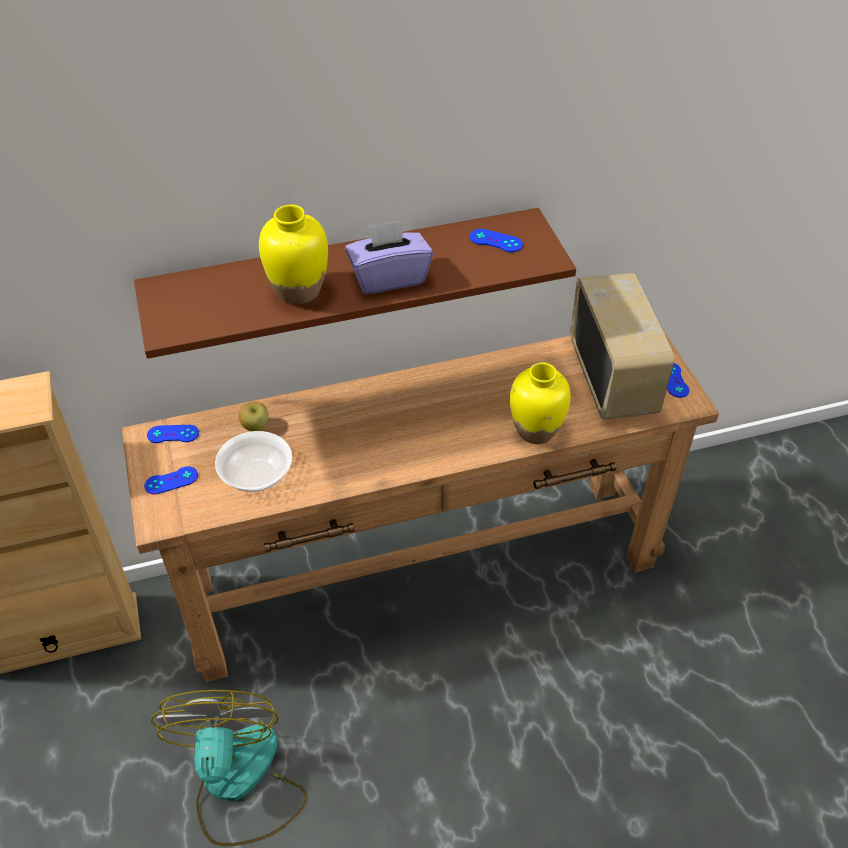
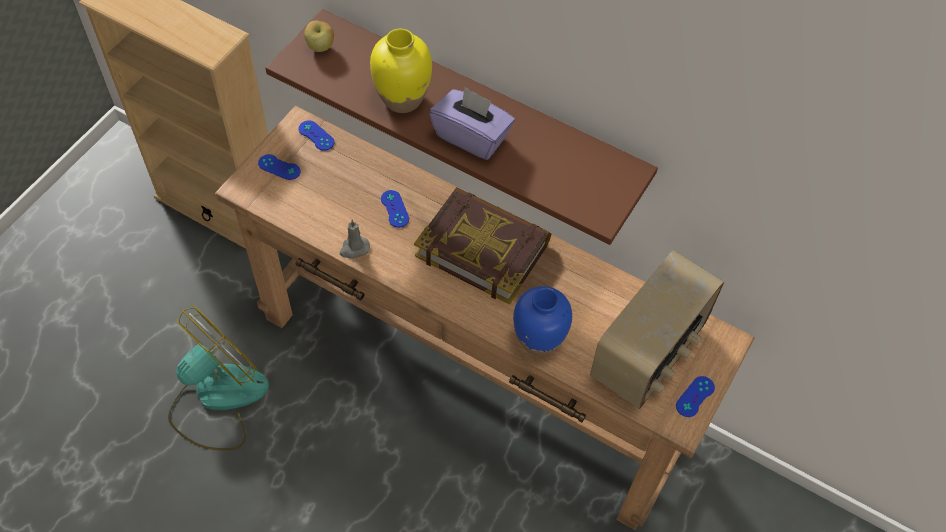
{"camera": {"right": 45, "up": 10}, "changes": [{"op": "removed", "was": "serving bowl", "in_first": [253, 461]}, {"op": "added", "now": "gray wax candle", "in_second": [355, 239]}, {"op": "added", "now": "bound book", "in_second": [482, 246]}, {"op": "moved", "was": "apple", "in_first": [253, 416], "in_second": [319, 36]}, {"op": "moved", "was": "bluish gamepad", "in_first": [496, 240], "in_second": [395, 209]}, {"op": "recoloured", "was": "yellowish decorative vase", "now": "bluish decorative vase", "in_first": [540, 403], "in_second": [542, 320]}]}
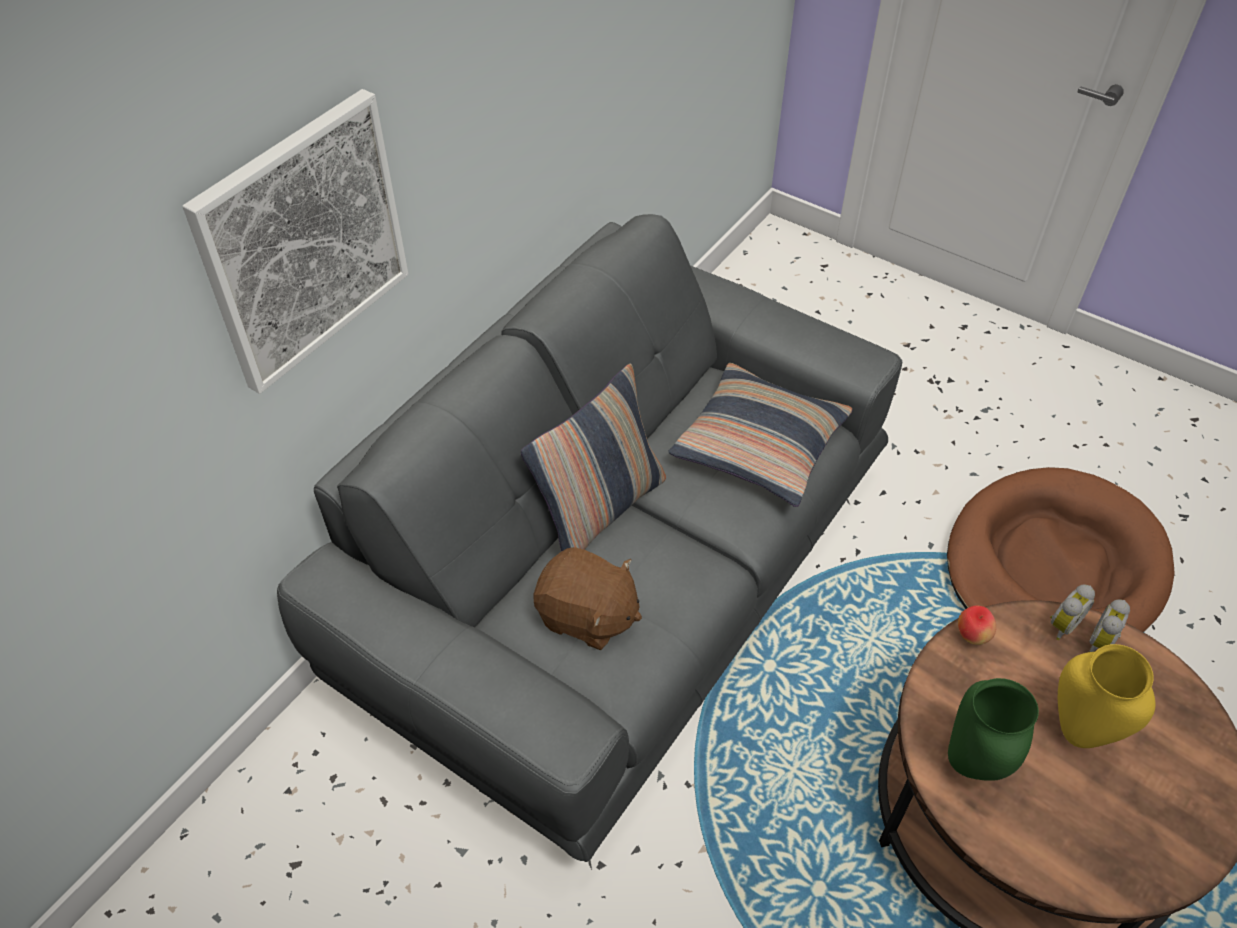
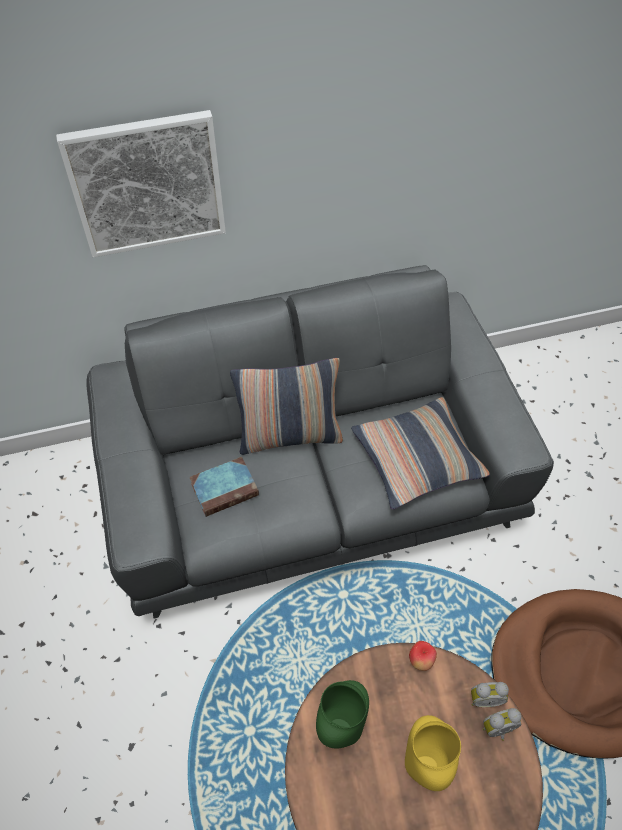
{"camera": {"right": 40, "up": 5}, "changes": [{"op": "replaced", "was": "brown-coloured soft toy", "now": "bound book", "in_first": [588, 598], "in_second": [224, 487]}]}
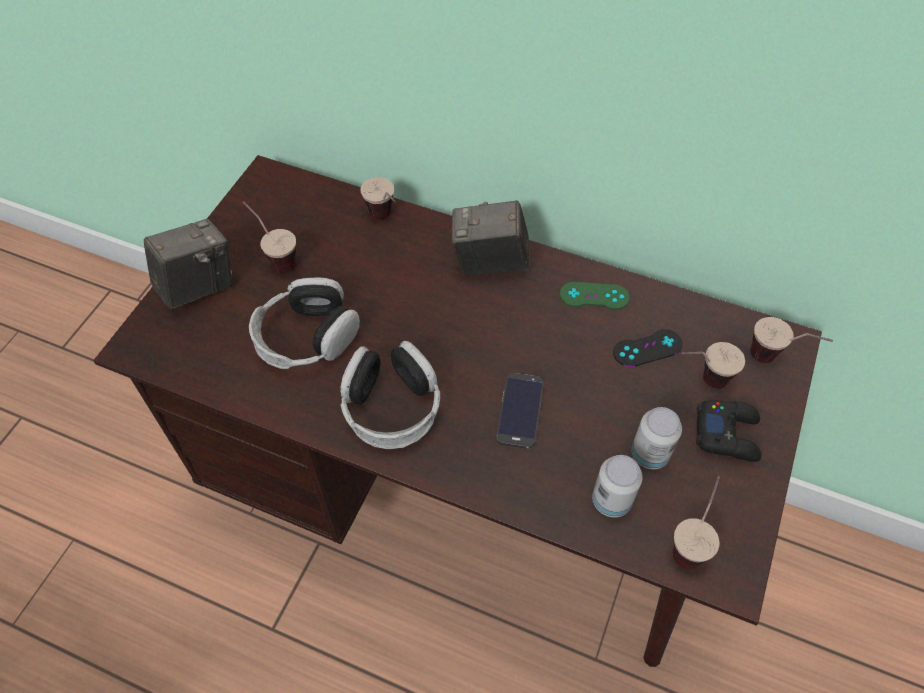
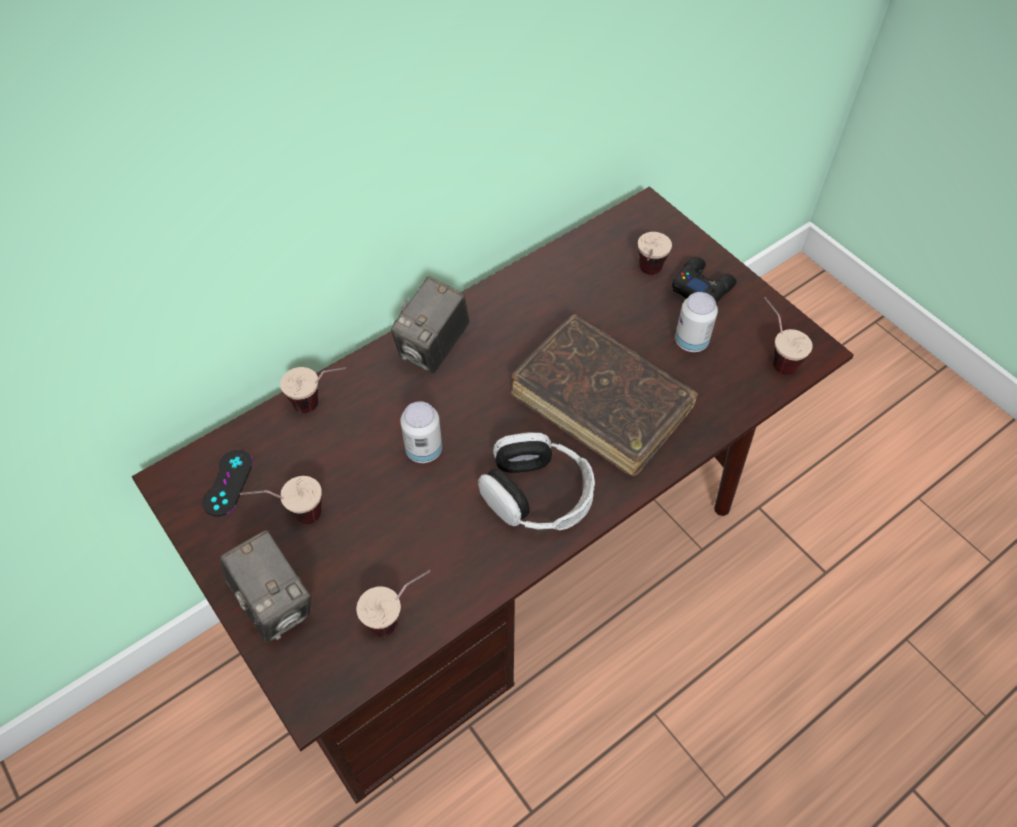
{"camera": {"right": -60, "up": 0}, "changes": [{"op": "removed", "was": "headphones", "in_first": [304, 323]}, {"op": "removed", "was": "green-coloured gamepad", "in_first": [595, 296]}, {"op": "moved", "was": "sealed can", "in_first": [617, 486], "in_second": [421, 432]}, {"op": "moved", "was": "blackish gamepad", "in_first": [648, 348], "in_second": [227, 483]}, {"op": "moved", "was": "drinking cup", "in_first": [791, 340], "in_second": [393, 603]}, {"op": "replaced", "was": "telephone", "now": "brown-coloured bound book", "in_first": [520, 410], "in_second": [604, 395]}, {"op": "turned", "was": "photo camera", "in_first": [188, 264], "in_second": [265, 586], "clockwise": 150}]}
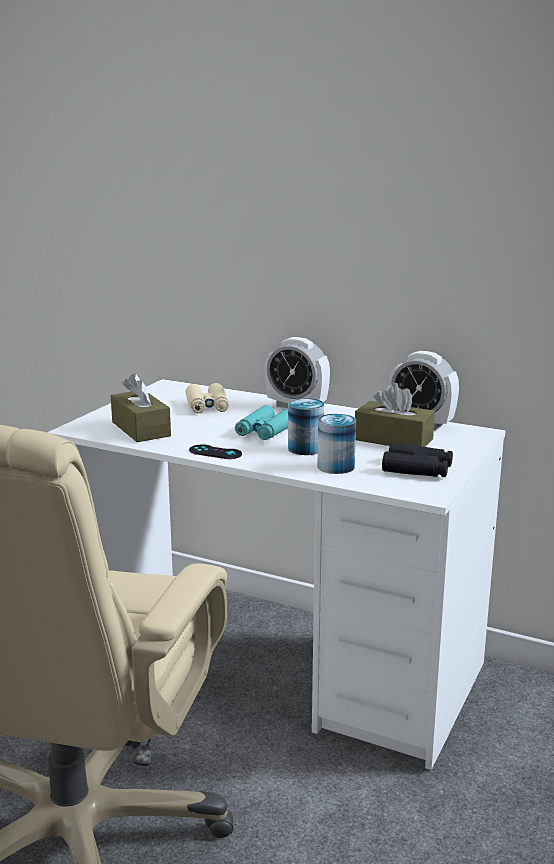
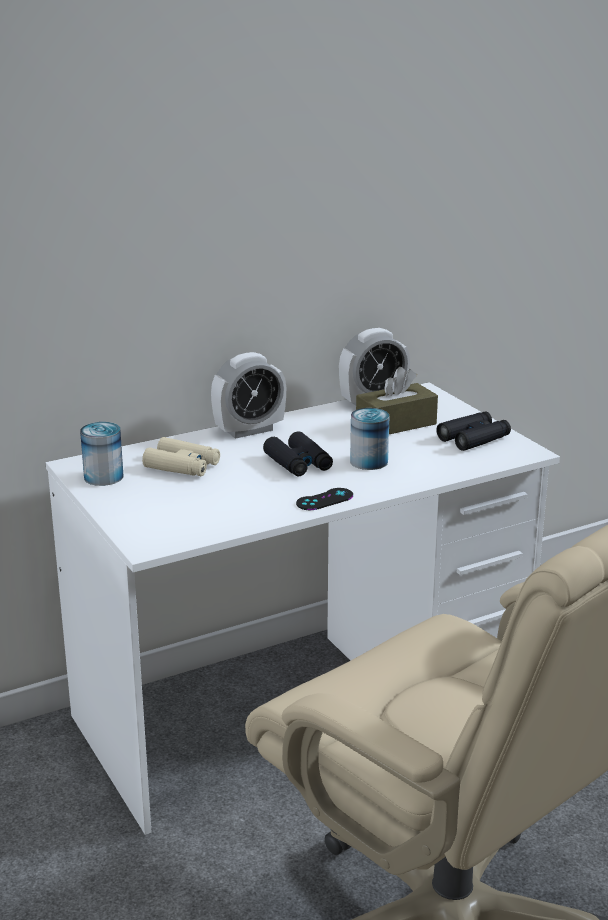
{"camera": {"right": -55, "up": 5}, "changes": [{"op": "removed", "was": "brown-coloured box of tissues", "in_first": [141, 407]}, {"op": "moved", "was": "sealed can", "in_first": [336, 444], "in_second": [102, 454]}, {"op": "recoloured", "was": "turquoise-coloured pair of binoculars", "now": "blackish pair of binoculars", "in_first": [261, 422], "in_second": [298, 453]}]}
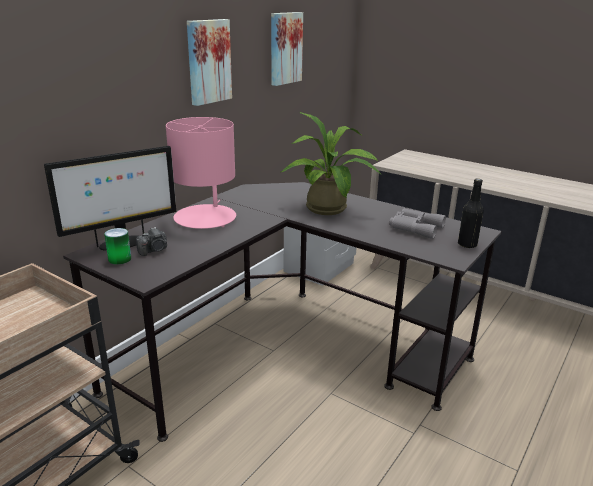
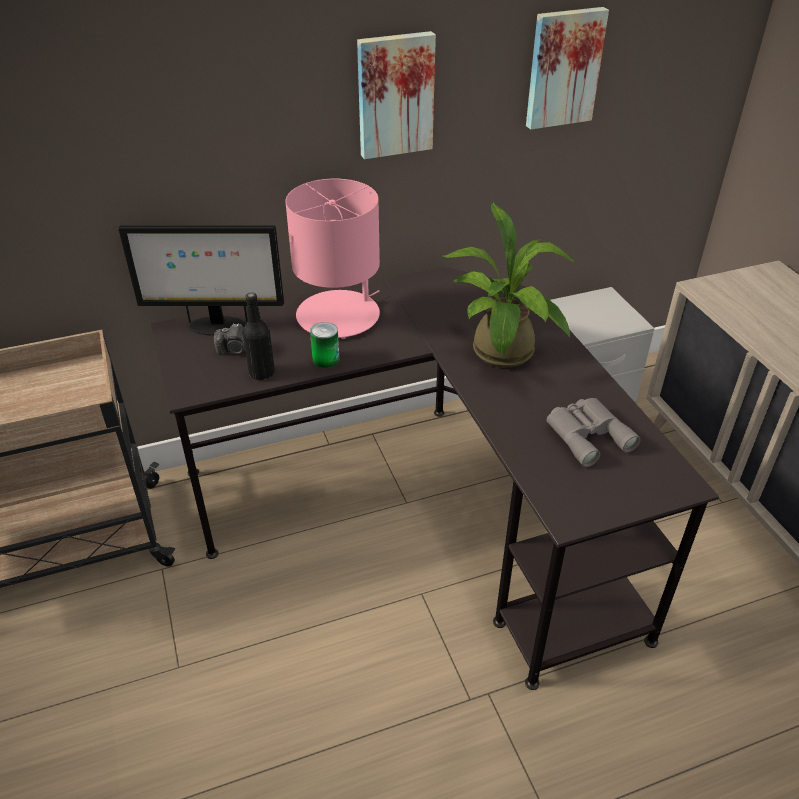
{"camera": {"right": 35, "up": 15}, "changes": [{"op": "moved", "was": "sealed can", "in_first": [117, 246], "in_second": [325, 345]}, {"op": "moved", "was": "blackish bottle", "in_first": [471, 213], "in_second": [259, 336]}]}
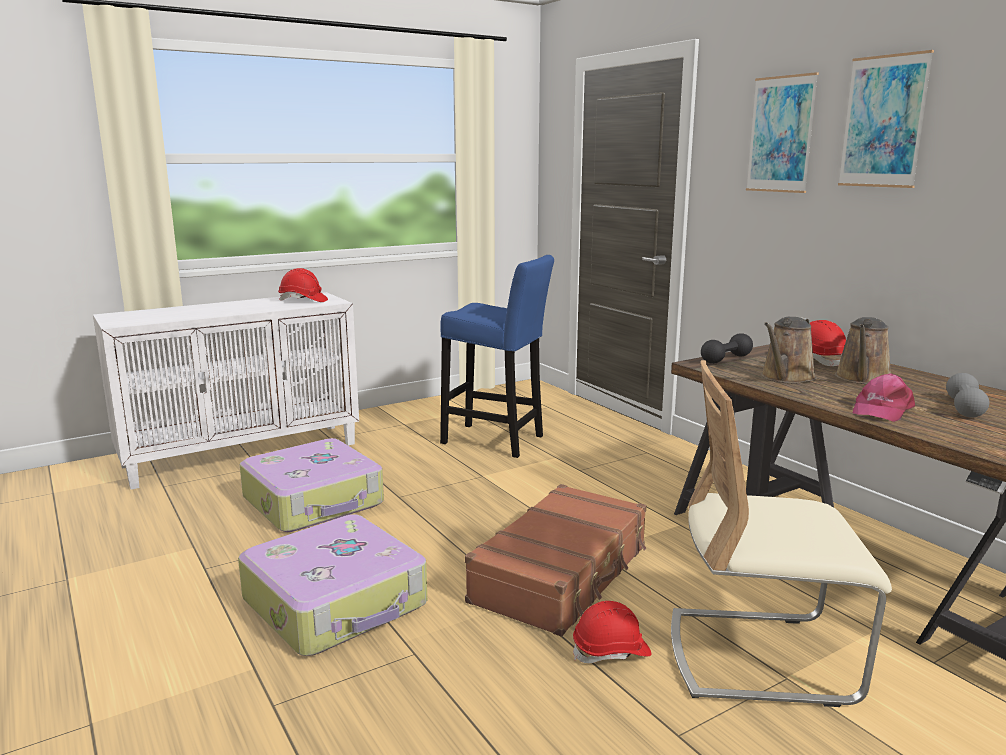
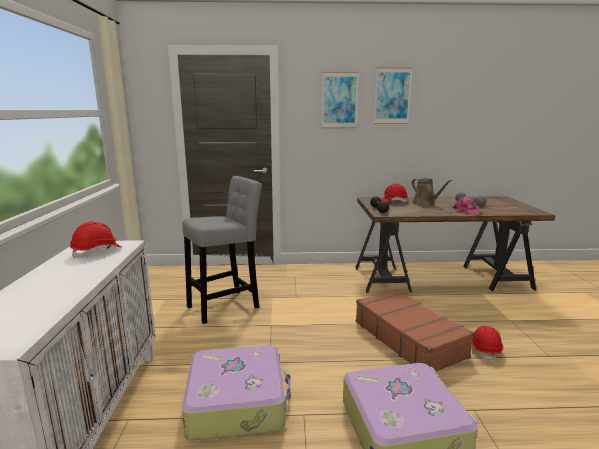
{"camera": {"right": -60, "up": 0}, "changes": [{"op": "removed", "was": "sand-coloured upright chair", "in_first": [781, 533]}, {"op": "removed", "was": "brown-coloured watering pot", "in_first": [789, 350]}, {"op": "recoloured", "was": "bluish stool seat", "now": "gray stool seat", "in_first": [497, 356], "in_second": [222, 250]}]}
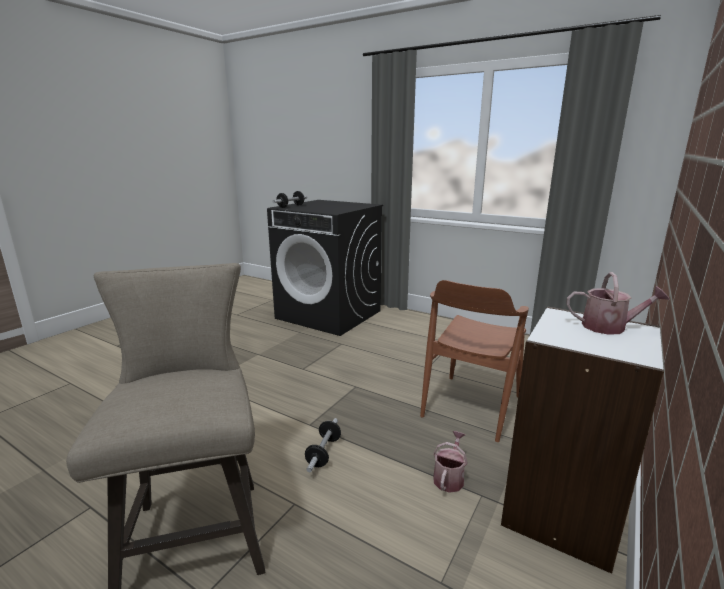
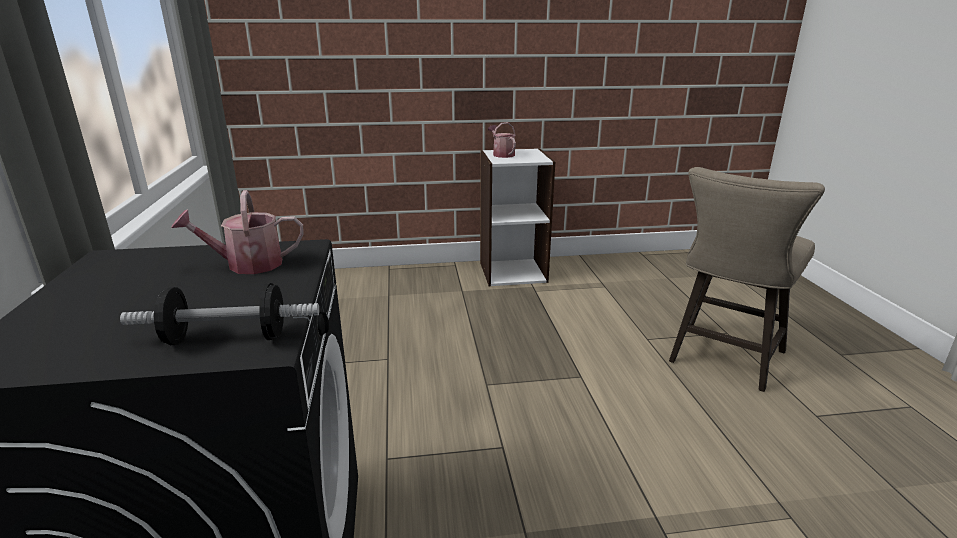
{"camera": {"right": -130, "up": 5}, "changes": [{"op": "removed", "was": "hand weight", "in_first": [323, 445]}, {"op": "removed", "was": "brown-coloured upright chair", "in_first": [474, 361]}, {"op": "moved", "was": "watering pot", "in_first": [450, 462], "in_second": [237, 232]}]}
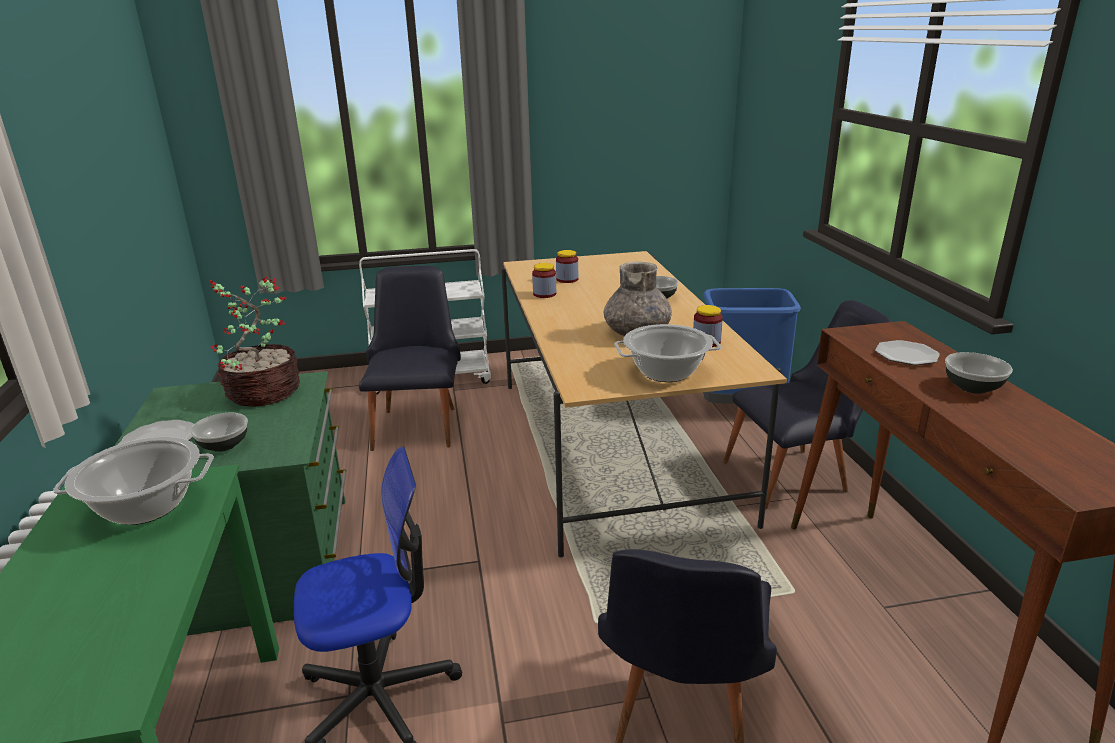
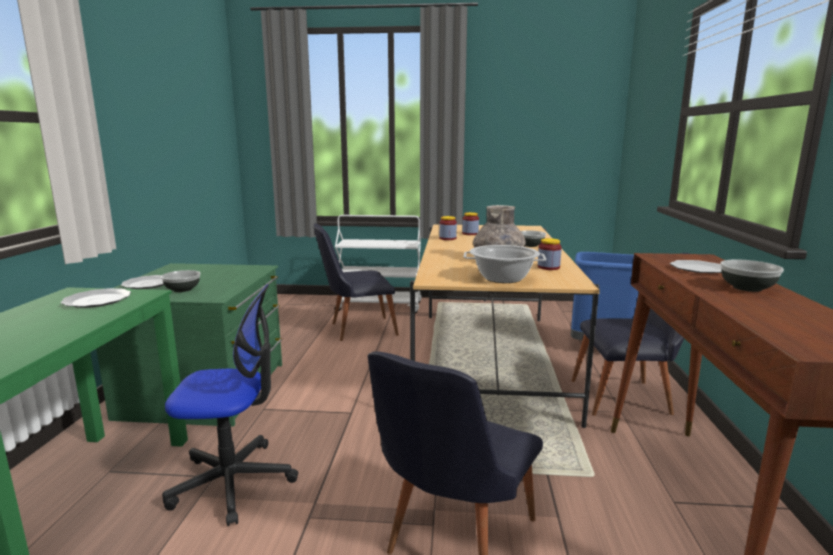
{"camera": {"right": 15, "up": -10}, "changes": [{"op": "removed", "was": "houseplant", "in_first": [255, 341]}, {"op": "replaced", "was": "saucepot", "now": "plate", "in_first": [133, 481], "in_second": [96, 298]}, {"op": "turned", "was": "blackish upright chair", "in_first": [410, 358], "in_second": [356, 282], "clockwise": -120}]}
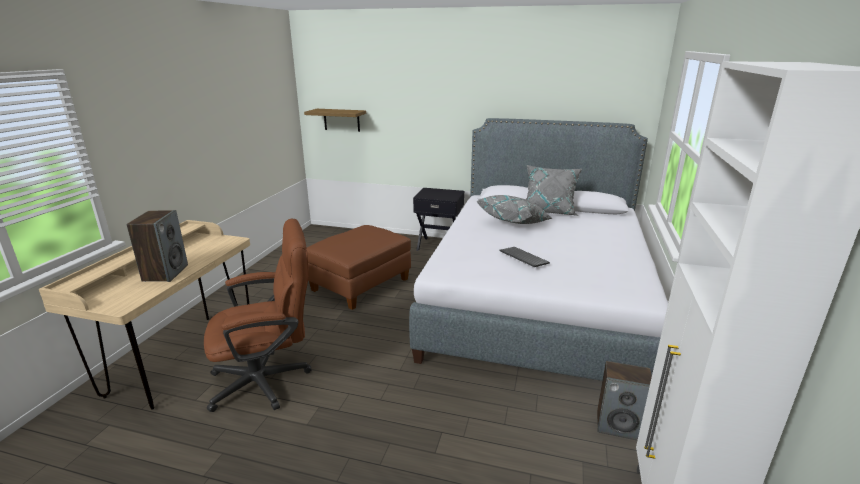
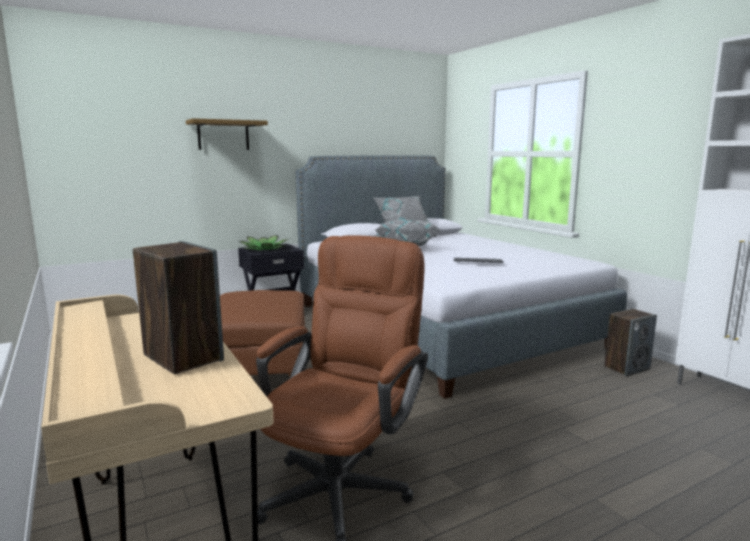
{"camera": {"right": -45, "up": -10}, "changes": [{"op": "added", "now": "houseplant", "in_second": [263, 242]}, {"op": "moved", "was": "bracket shelf", "in_first": [335, 120], "in_second": [227, 134]}]}
